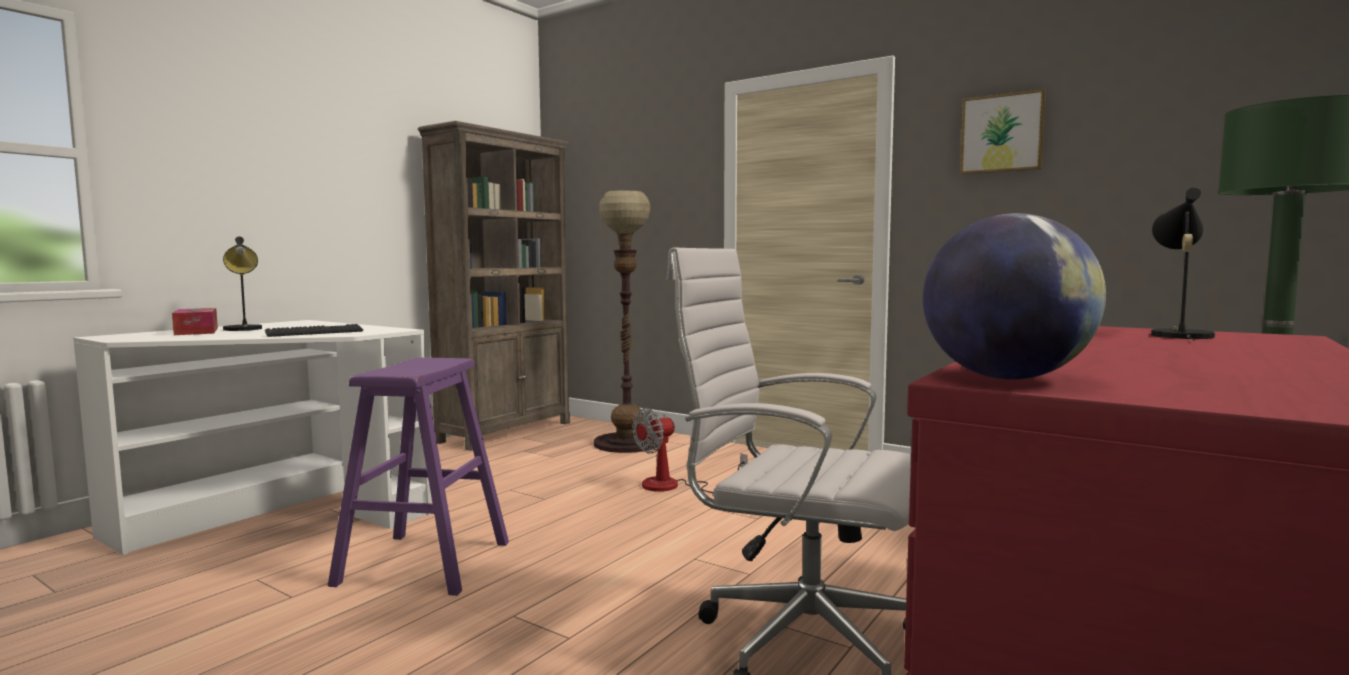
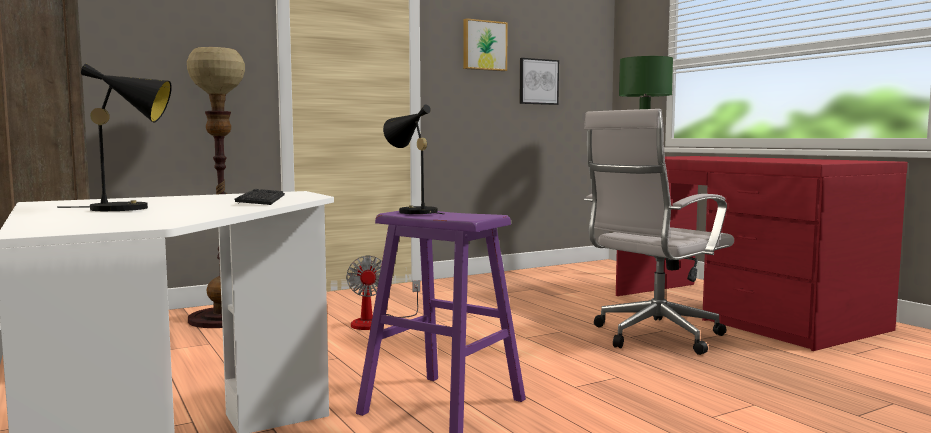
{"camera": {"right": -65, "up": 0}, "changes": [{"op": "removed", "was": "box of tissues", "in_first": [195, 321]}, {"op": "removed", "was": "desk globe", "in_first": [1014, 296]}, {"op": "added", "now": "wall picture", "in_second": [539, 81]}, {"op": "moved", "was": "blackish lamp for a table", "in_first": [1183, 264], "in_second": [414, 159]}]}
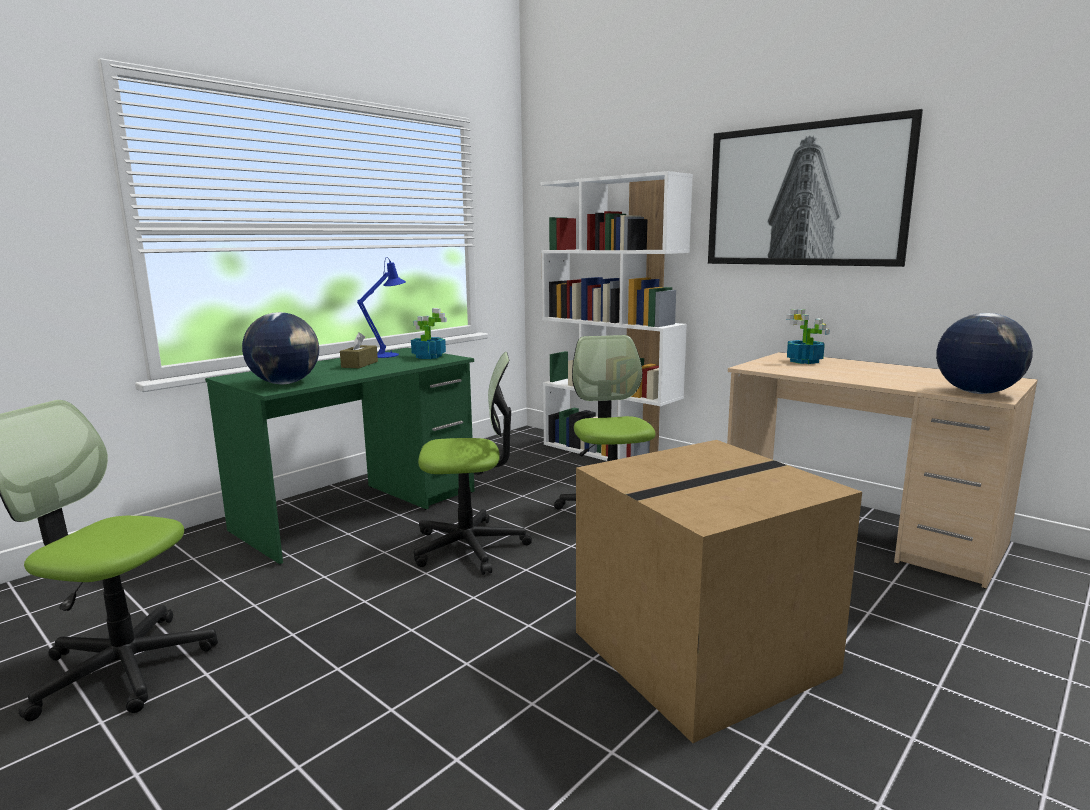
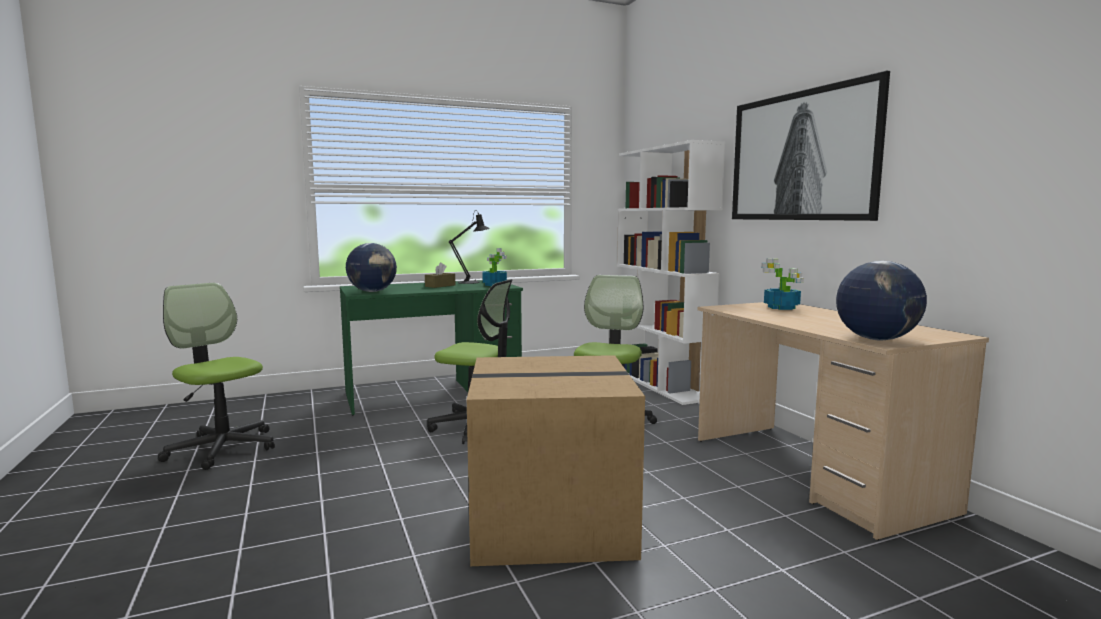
{"camera": {"right": 25, "up": -5}, "changes": [{"op": "recoloured", "was": "bluish lamp for a table", "now": "blackish lamp for a table", "in_first": [381, 307], "in_second": [469, 247]}]}
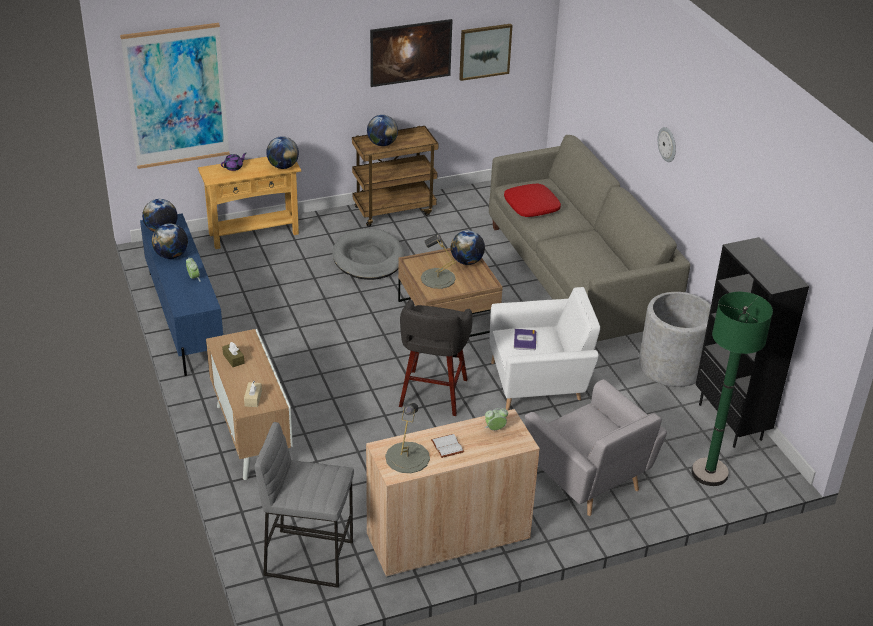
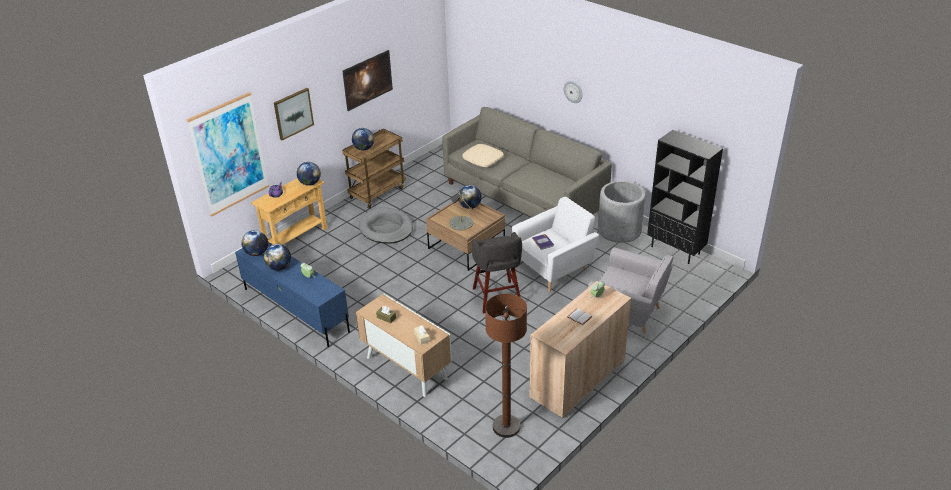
{"camera": {"right": -25, "up": 0}, "changes": [{"op": "removed", "was": "gray lamp for a table", "in_first": [407, 438]}, {"op": "removed", "was": "green-coloured floor lamp", "in_first": [732, 389]}, {"op": "moved", "was": "wall picture", "in_first": [486, 52], "in_second": [294, 114]}, {"op": "replaced", "was": "gray stool seat", "now": "brown-coloured floor lamp", "in_first": [304, 505], "in_second": [506, 366]}, {"op": "recoloured", "was": "red pillow", "now": "sand-coloured pillow", "in_first": [532, 200], "in_second": [483, 155]}]}
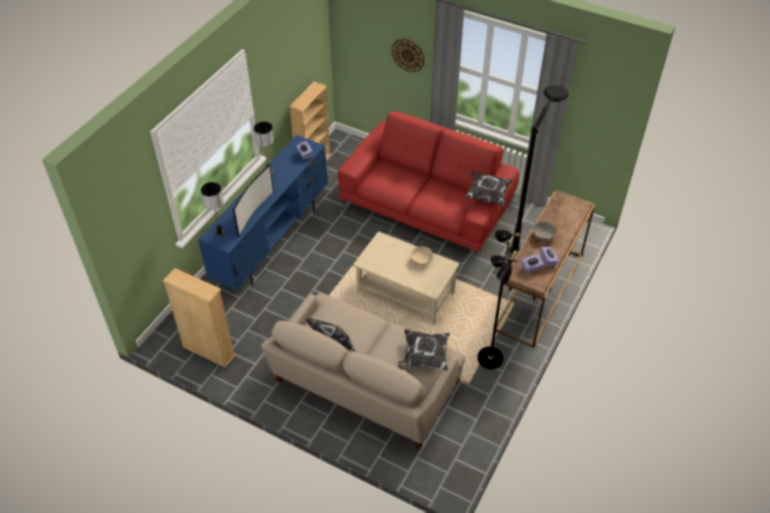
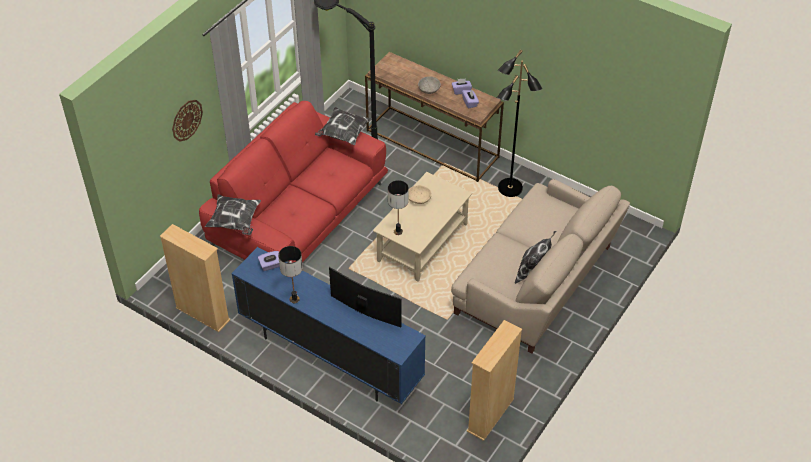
{"camera": {"right": -85, "up": 0}, "changes": [{"op": "moved", "was": "lamp for a table", "in_first": [212, 209], "in_second": [398, 207]}, {"op": "moved", "was": "pillow", "in_first": [424, 350], "in_second": [233, 214]}]}
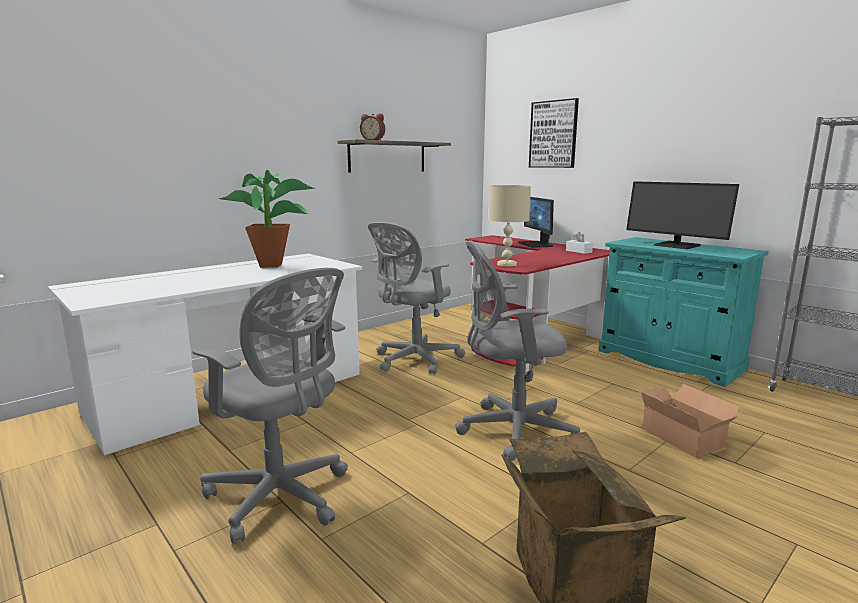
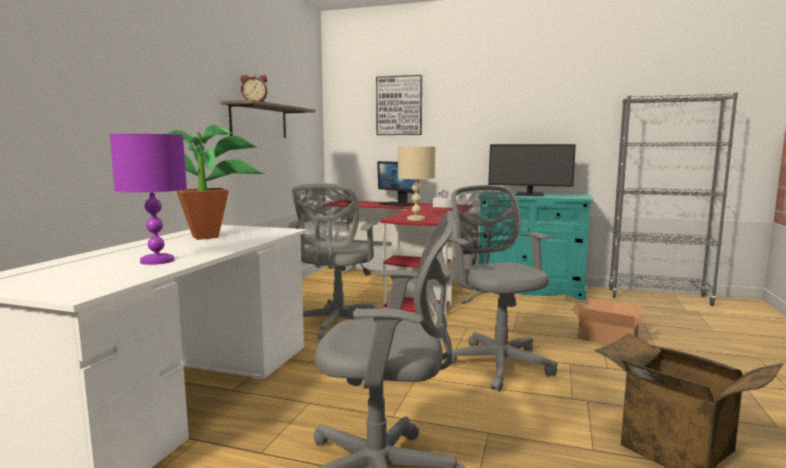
{"camera": {"right": -30, "up": -5}, "changes": [{"op": "added", "now": "purplish lamp for a table", "in_second": [148, 199]}, {"op": "turned", "was": "gray desk chair", "in_first": [517, 350], "in_second": [500, 288], "clockwise": 105}]}
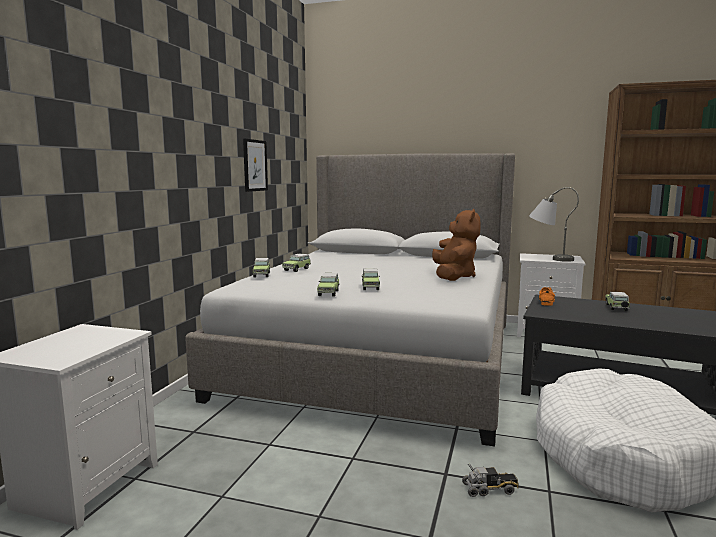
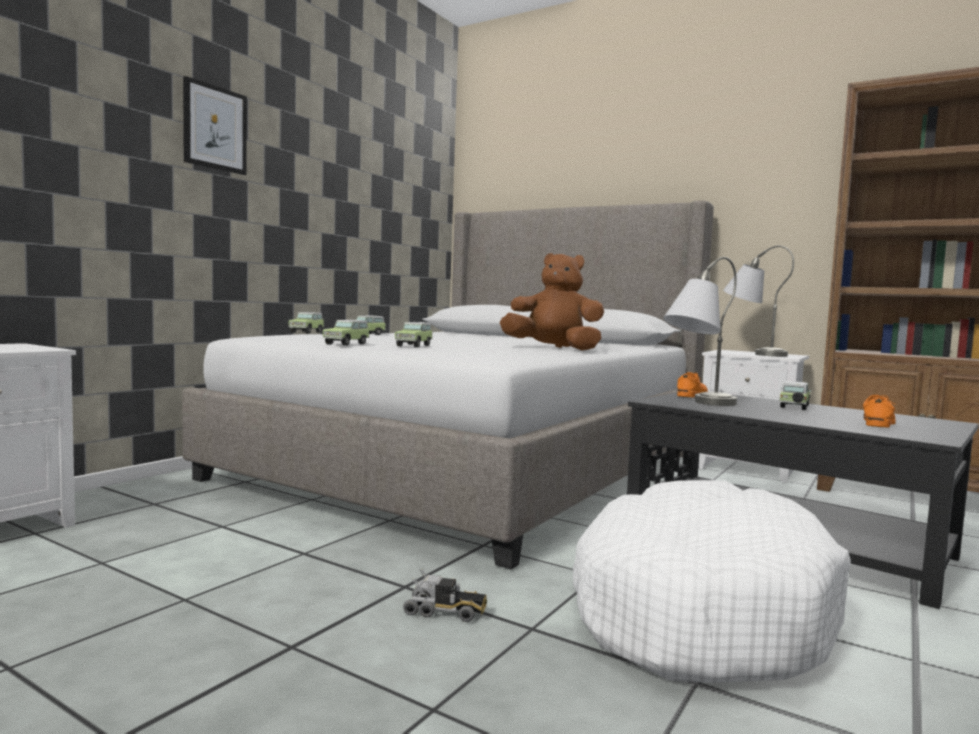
{"camera": {"right": 15, "up": -5}, "changes": [{"op": "added", "now": "gray lamp for a table", "in_second": [700, 331]}, {"op": "added", "now": "orangey low shoe", "in_second": [879, 411]}, {"op": "moved", "was": "wall picture", "in_first": [255, 165], "in_second": [215, 125]}, {"op": "turned", "was": "brown-coloured soft toy", "in_first": [456, 245], "in_second": [552, 301], "clockwise": -90}]}
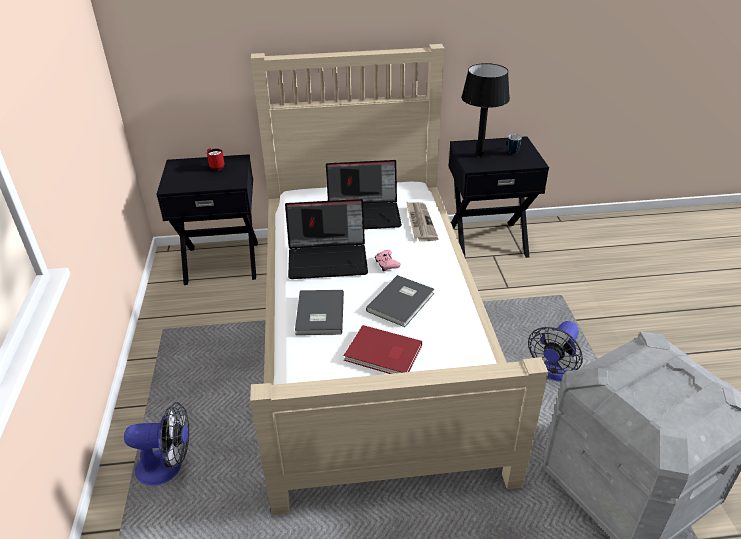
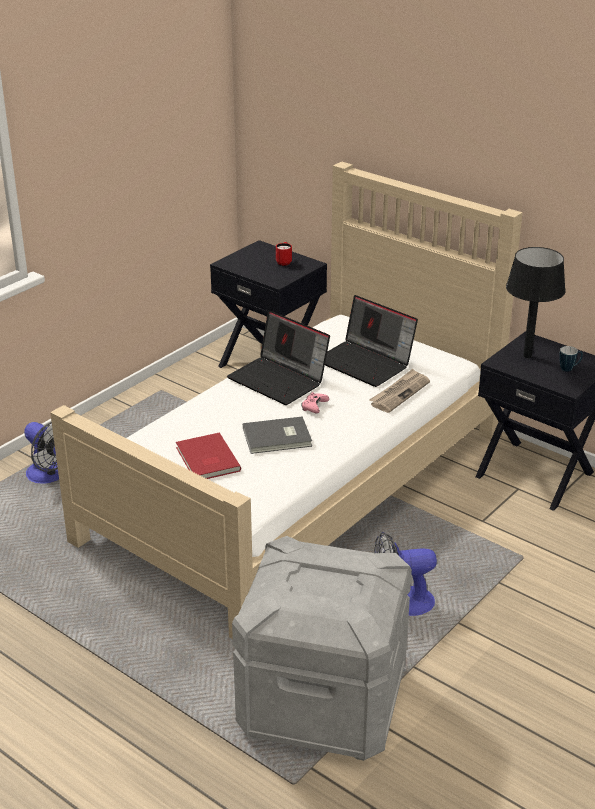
{"camera": {"right": 45, "up": -5}, "changes": [{"op": "removed", "was": "gray bound book", "in_first": [319, 312]}]}
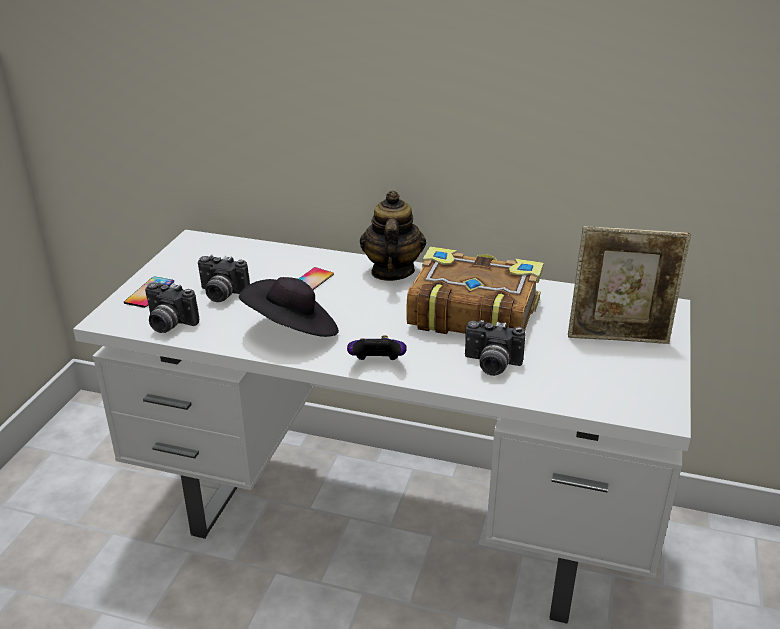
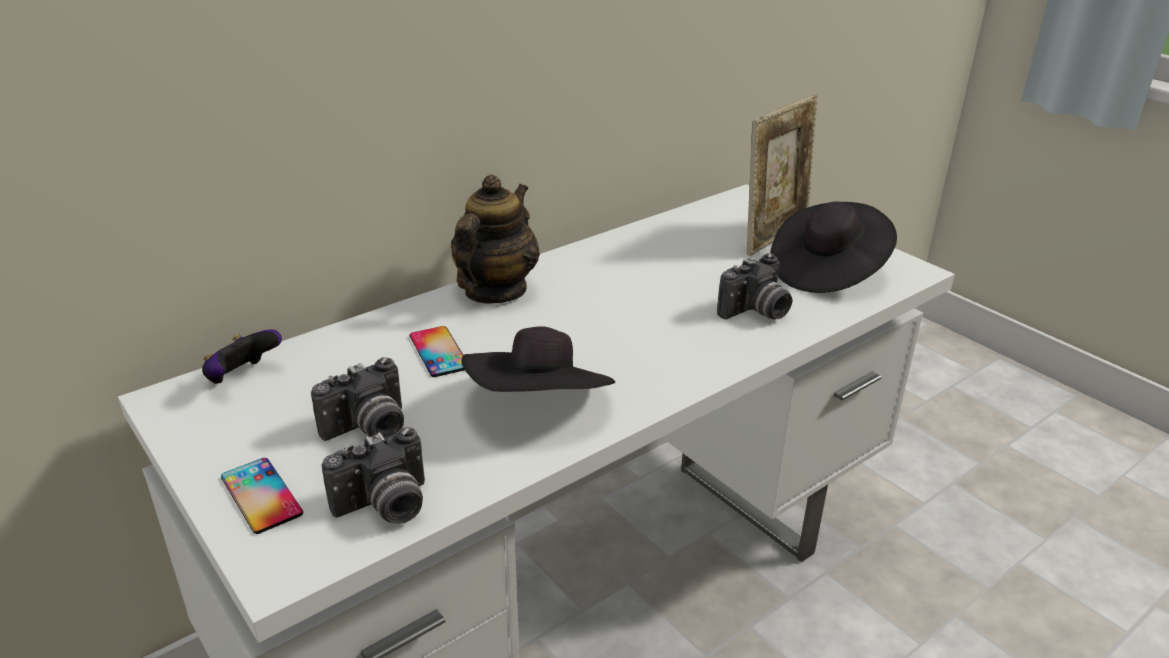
{"camera": {"right": -55, "up": 0}, "changes": [{"op": "removed", "was": "bound book", "in_first": [475, 290]}, {"op": "added", "now": "blackish wearable hat", "in_second": [833, 247]}, {"op": "moved", "was": "gamepad", "in_first": [377, 347], "in_second": [242, 356]}, {"op": "turned", "was": "teapot", "in_first": [393, 235], "in_second": [495, 238], "clockwise": 75}]}
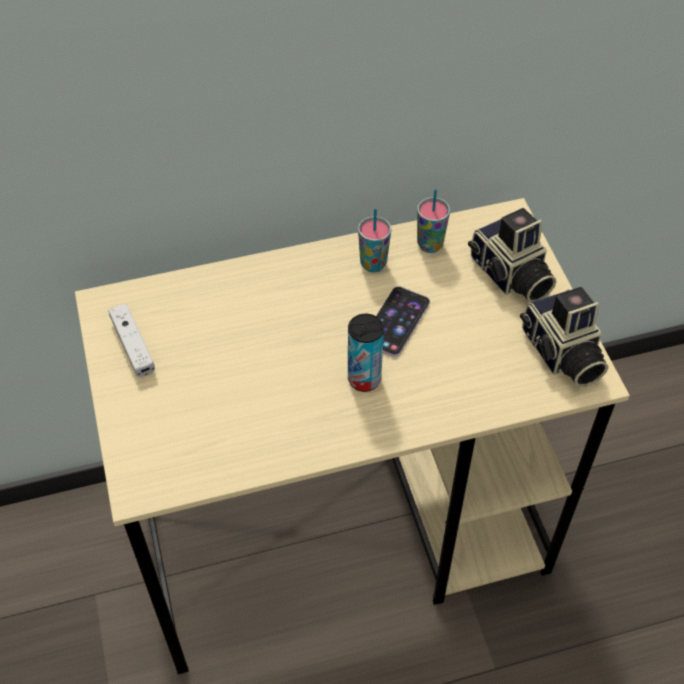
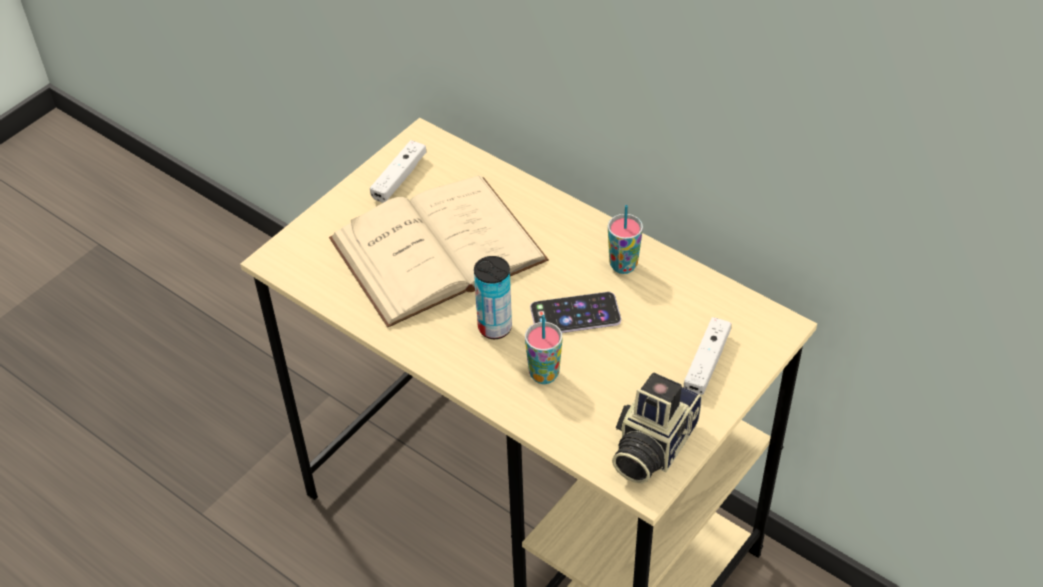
{"camera": {"right": 55, "up": -5}, "changes": [{"op": "added", "now": "sand-coloured bound book", "in_second": [439, 252]}, {"op": "moved", "was": "drinking cup", "in_first": [433, 221], "in_second": [543, 349]}, {"op": "replaced", "was": "photo camera", "now": "white gamepad", "in_first": [512, 255], "in_second": [707, 356]}]}
